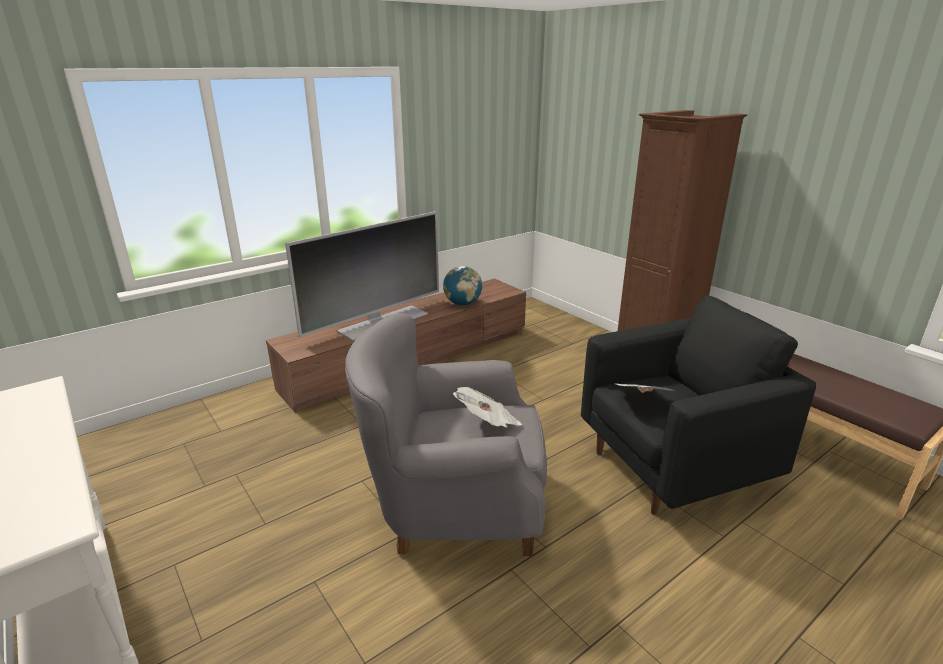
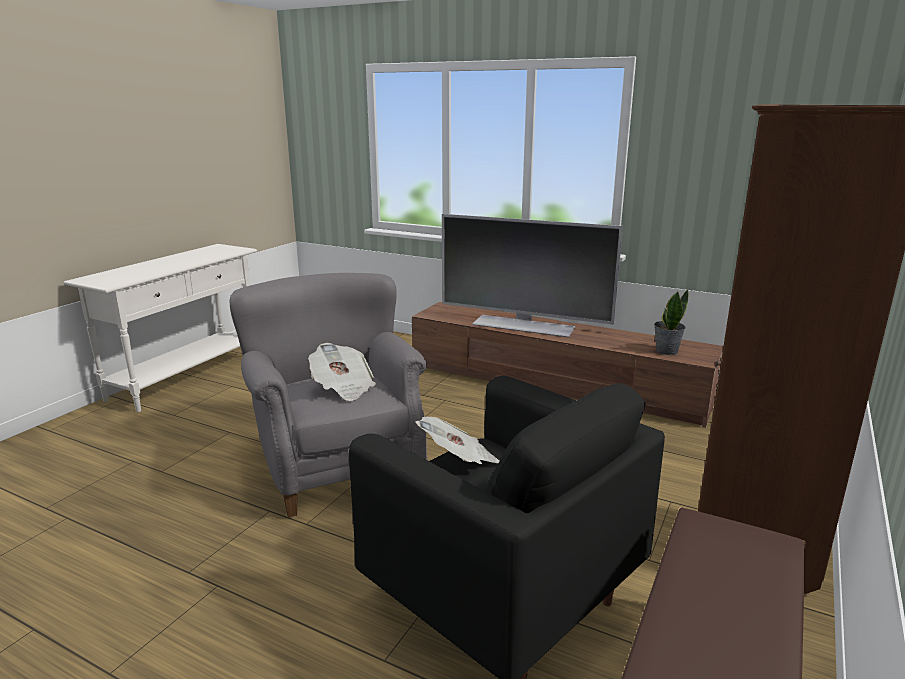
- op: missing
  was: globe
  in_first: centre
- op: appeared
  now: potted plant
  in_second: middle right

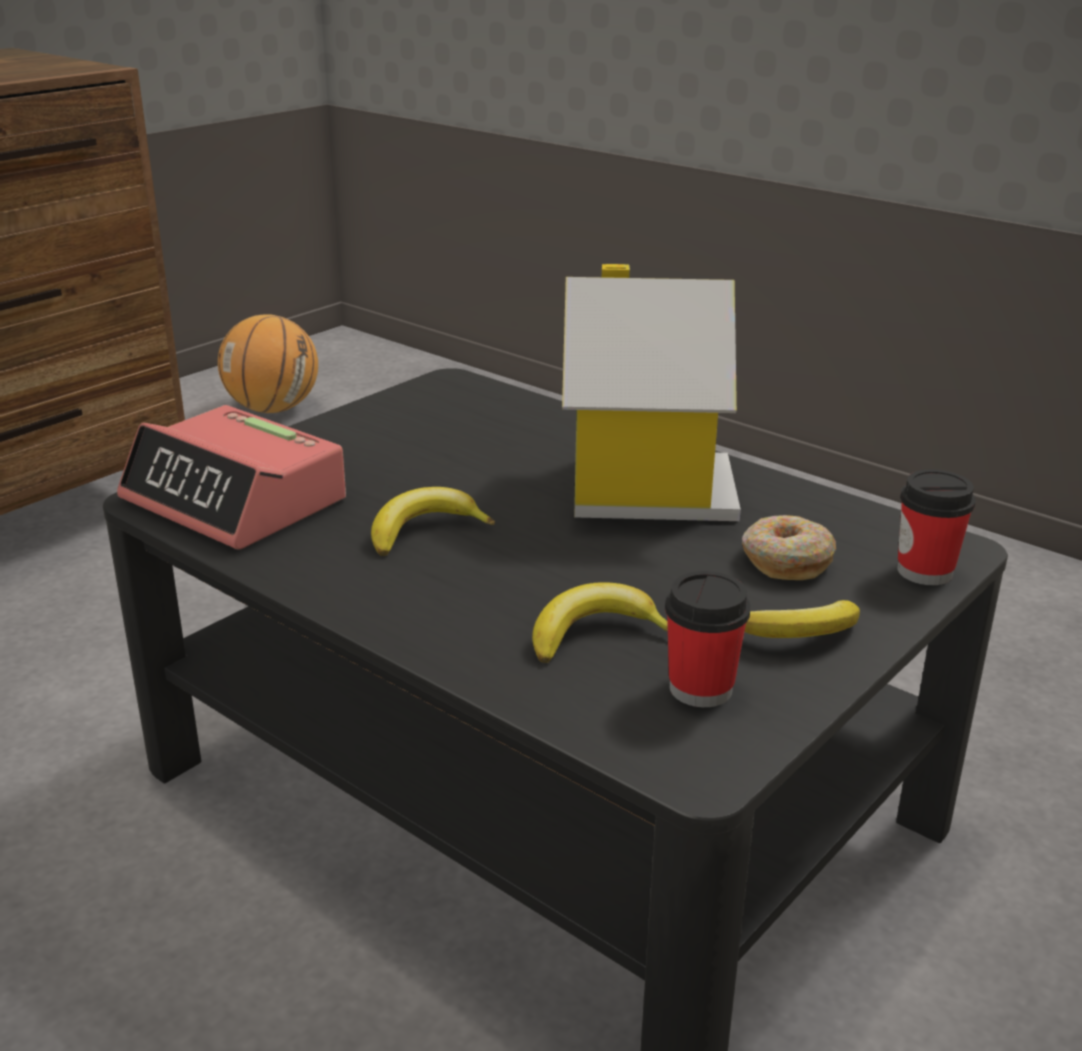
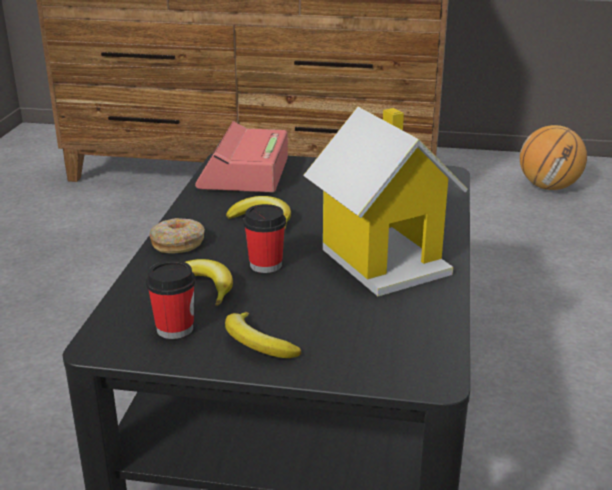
- op: relocated
  was: donut
  in_first: middle right
  in_second: middle left
- op: relocated
  was: cup (no. 2 from left)
  in_first: middle right
  in_second: centre

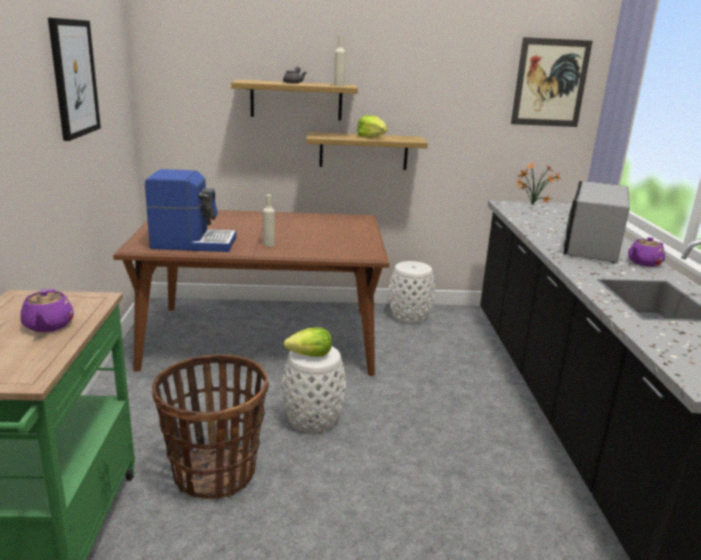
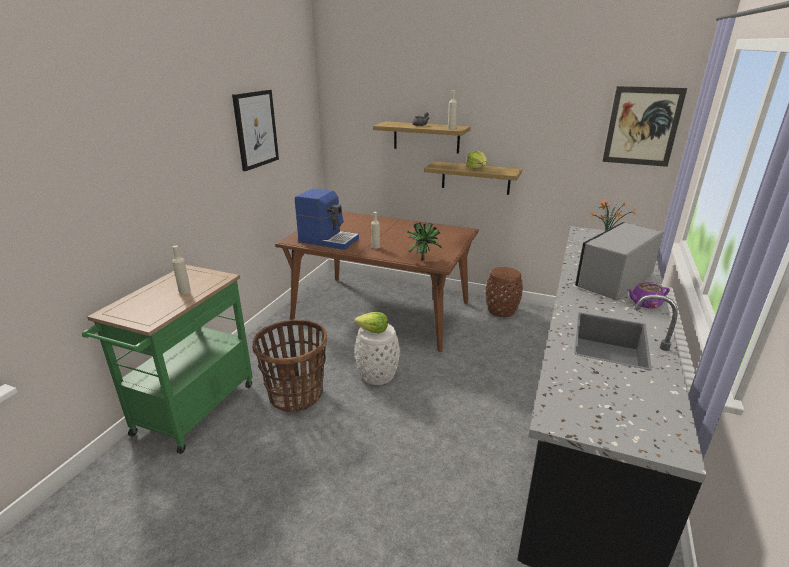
- op: exchanged
  was: teapot (purple) (no. 1 from left)
  now: bottle (beige) (no. 1 from left)
  in_first: middle left
  in_second: middle left
- op: colour
  was: stool (white) (no. 2 from left)
  now: stool (brown)
  in_first: centre
  in_second: centre
- op: appeared
  now: potted plant (no. 1 from left)
  in_second: centre

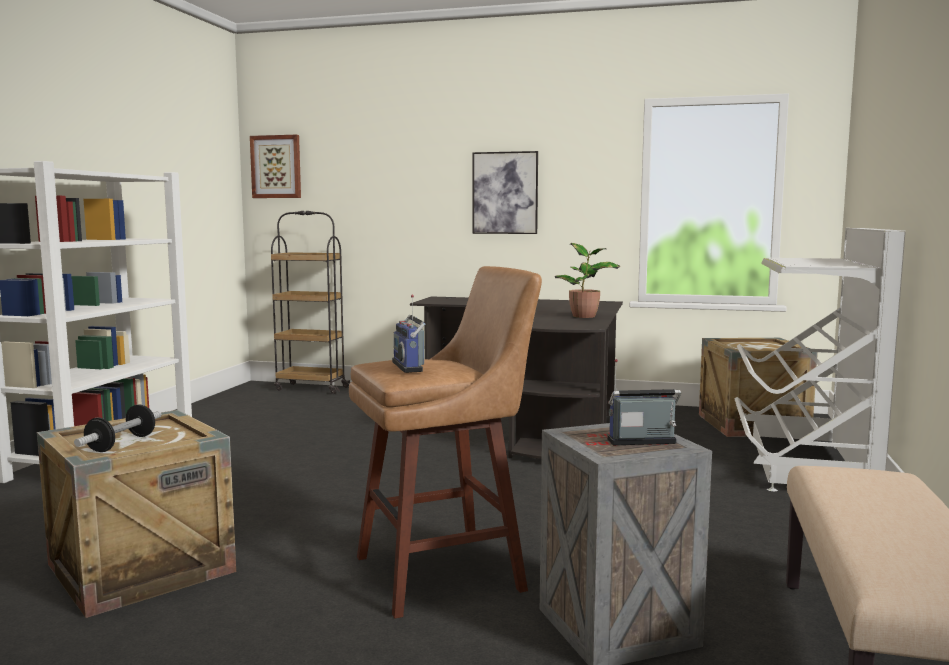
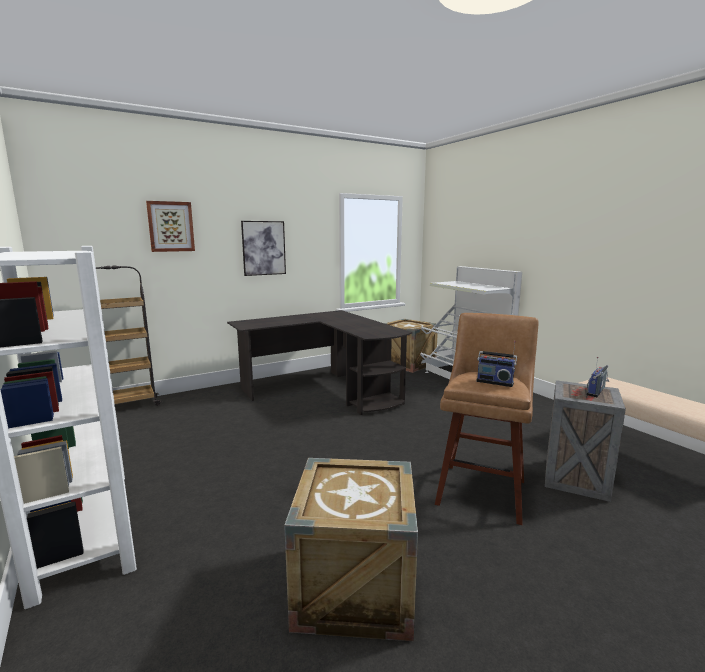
- op: missing
  was: dumbbell
  in_first: middle left
- op: relocated
  was: picture (no. 1 from left)
  in_first: top left
  in_second: middle left
- op: missing
  was: potted plant
  in_first: centre

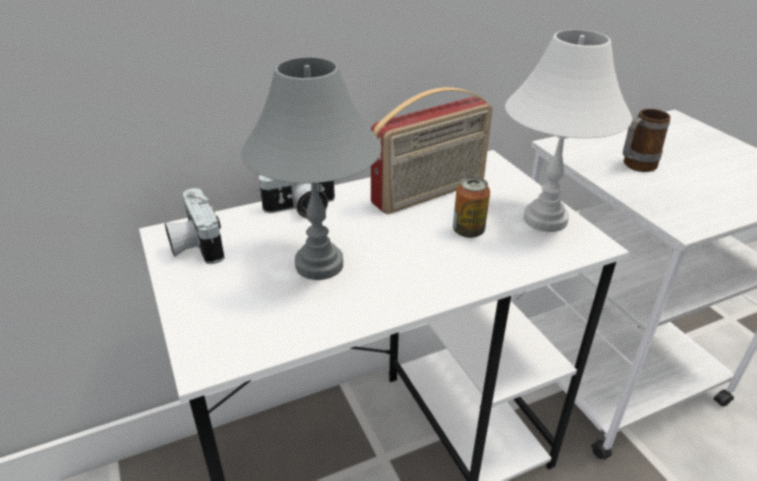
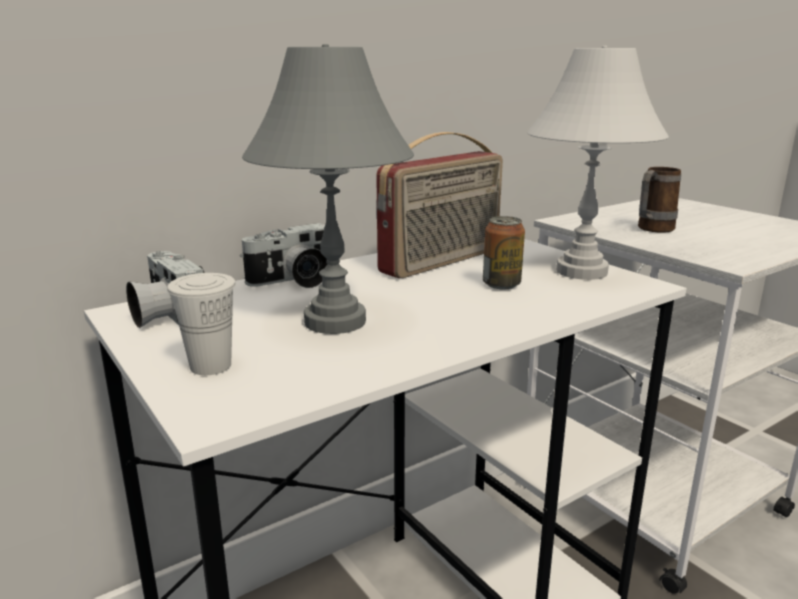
- op: appeared
  now: cup (white)
  in_second: middle left

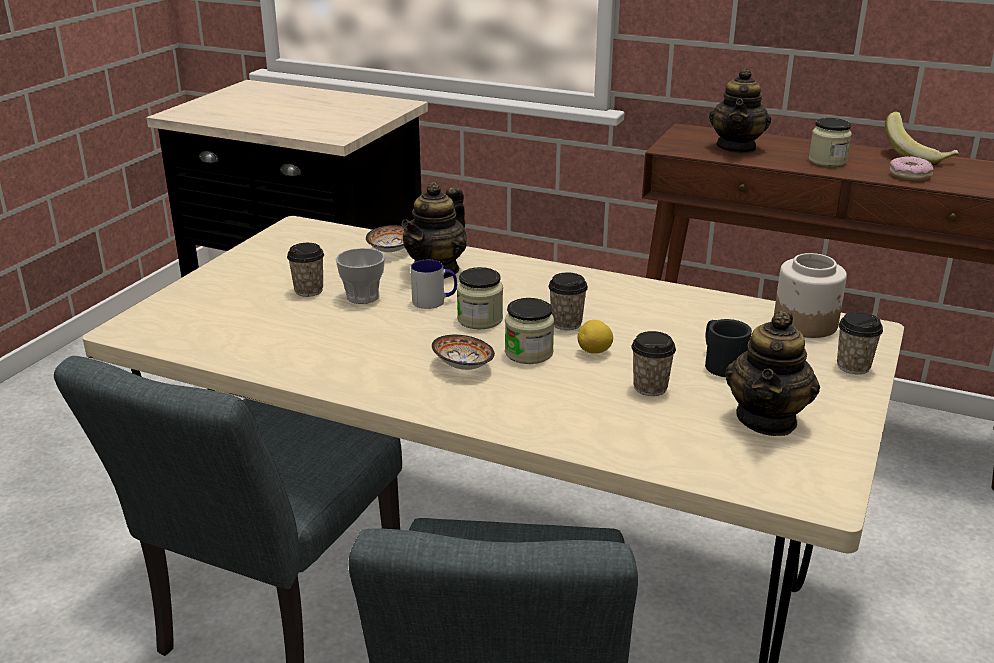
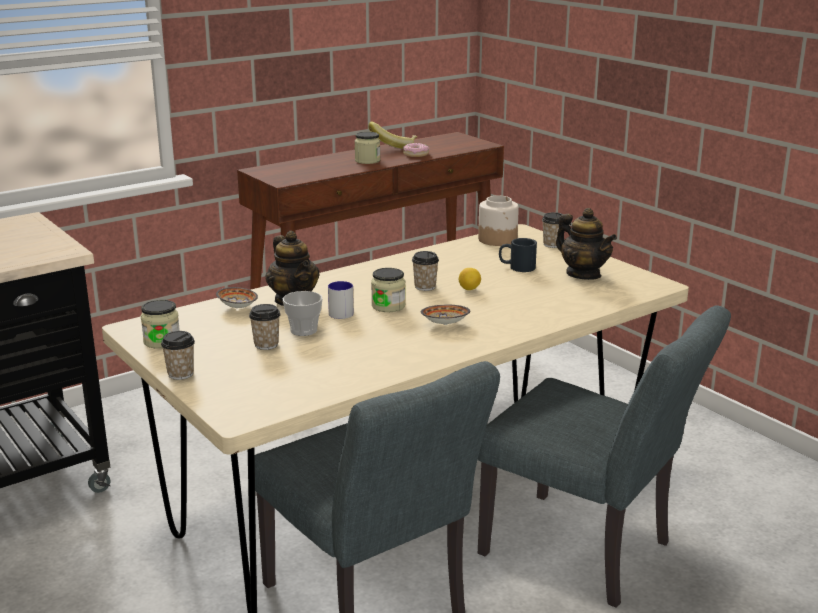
- op: relocated
  was: jar (no. 2 from left in the first image)
  now: jar (no. 1 from left)
  in_first: centre
  in_second: middle left
- op: relocated
  was: cup (no. 4 from left in the first image)
  now: cup (no. 1 from left)
  in_first: centre
  in_second: middle left
- op: missing
  was: teapot (no. 2 from left)
  in_first: top right

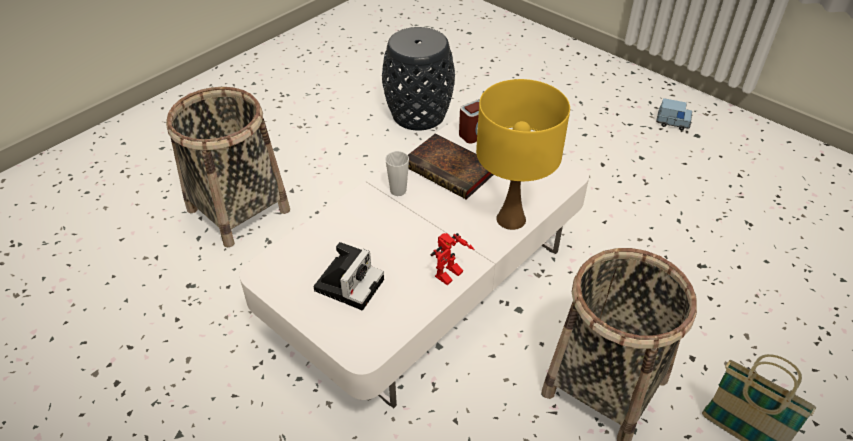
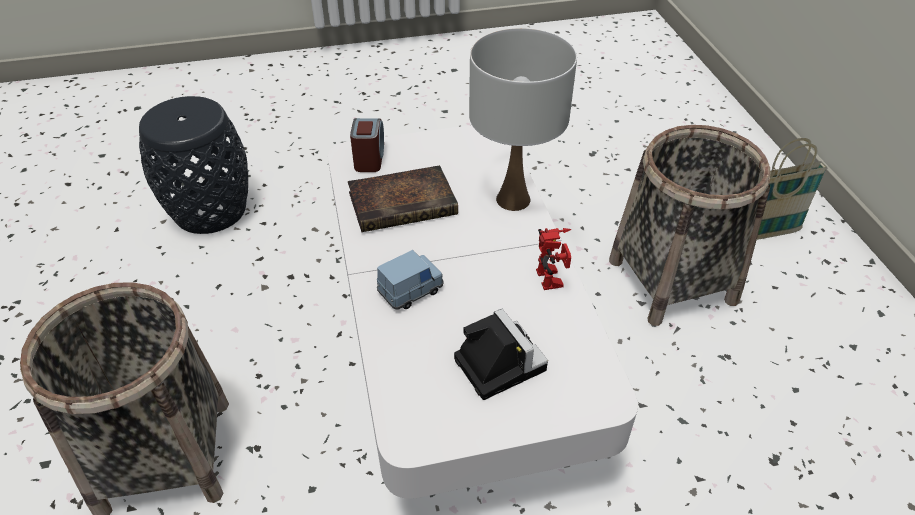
- op: missing
  was: cup
  in_first: centre
- op: colour
  was: table lamp (yellow)
  now: table lamp (white)
  in_first: centre
  in_second: top centre
- op: relocated
  was: toy car (blue)
  in_first: top right
  in_second: centre

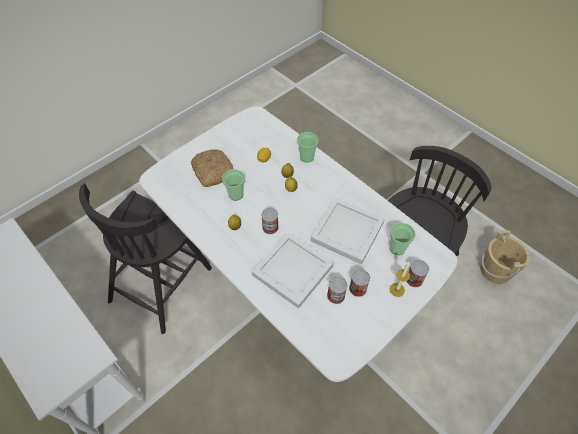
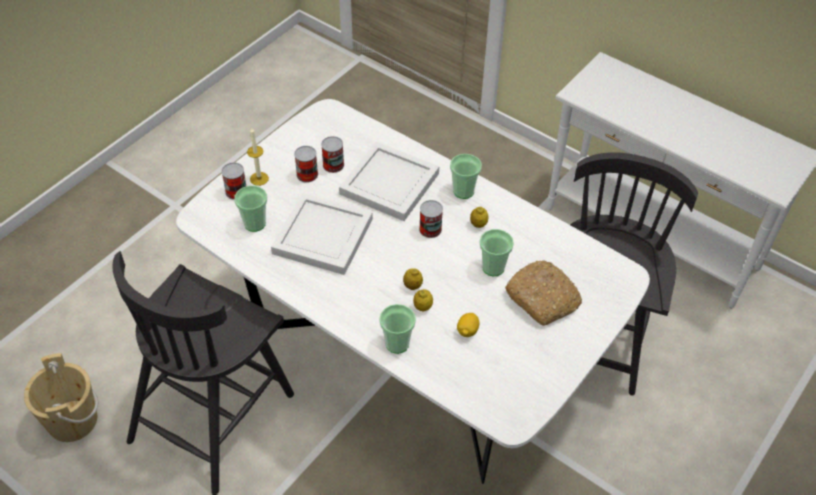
- op: appeared
  now: cup (no. 3 from left)
  in_second: centre

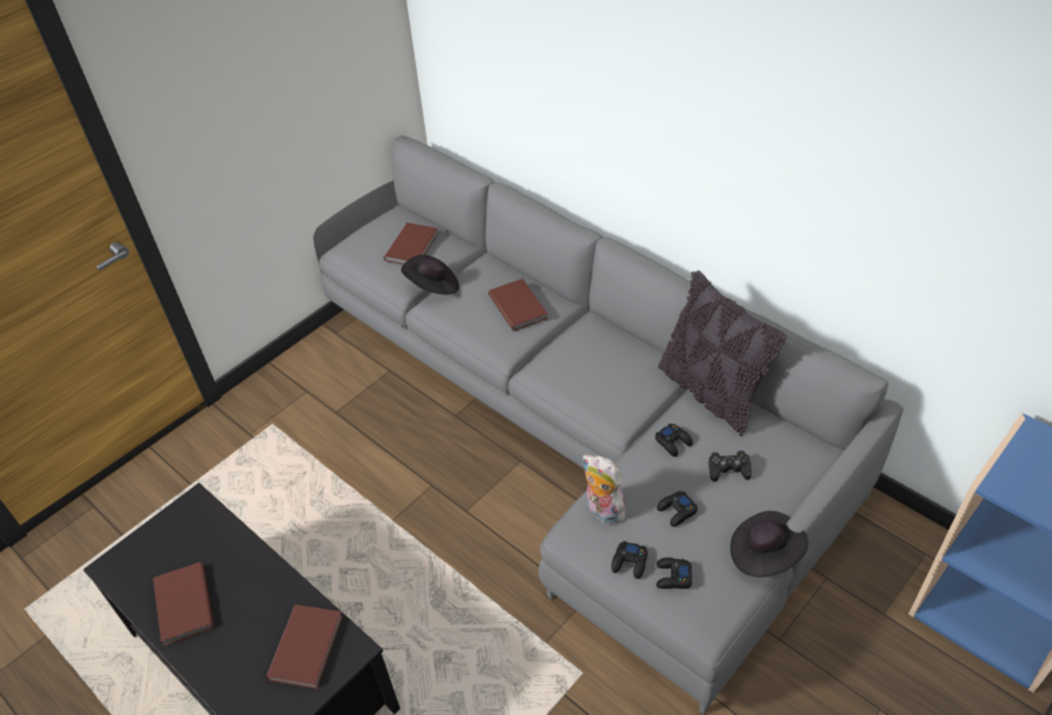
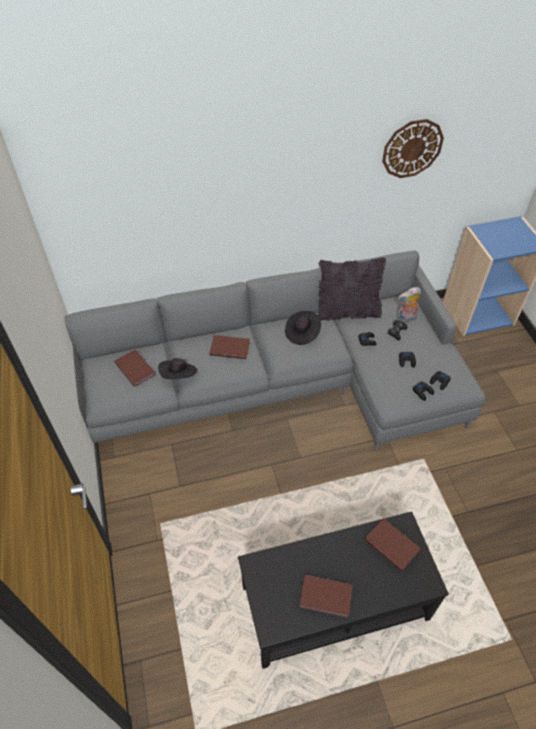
- op: relocated
  was: plush toy
  in_first: bottom centre
  in_second: middle right
- op: relocated
  was: hat (black) (no. 2 from left)
  in_first: bottom right
  in_second: centre
- op: appeared
  now: wall clock
  in_second: top right

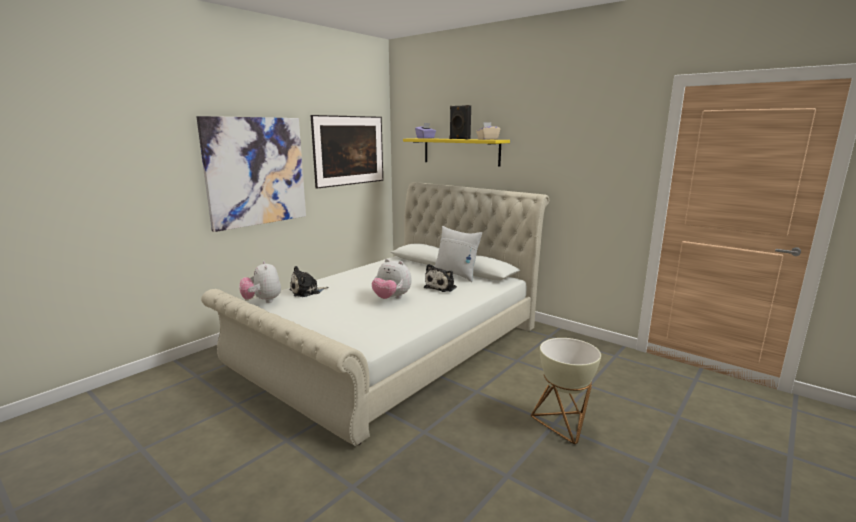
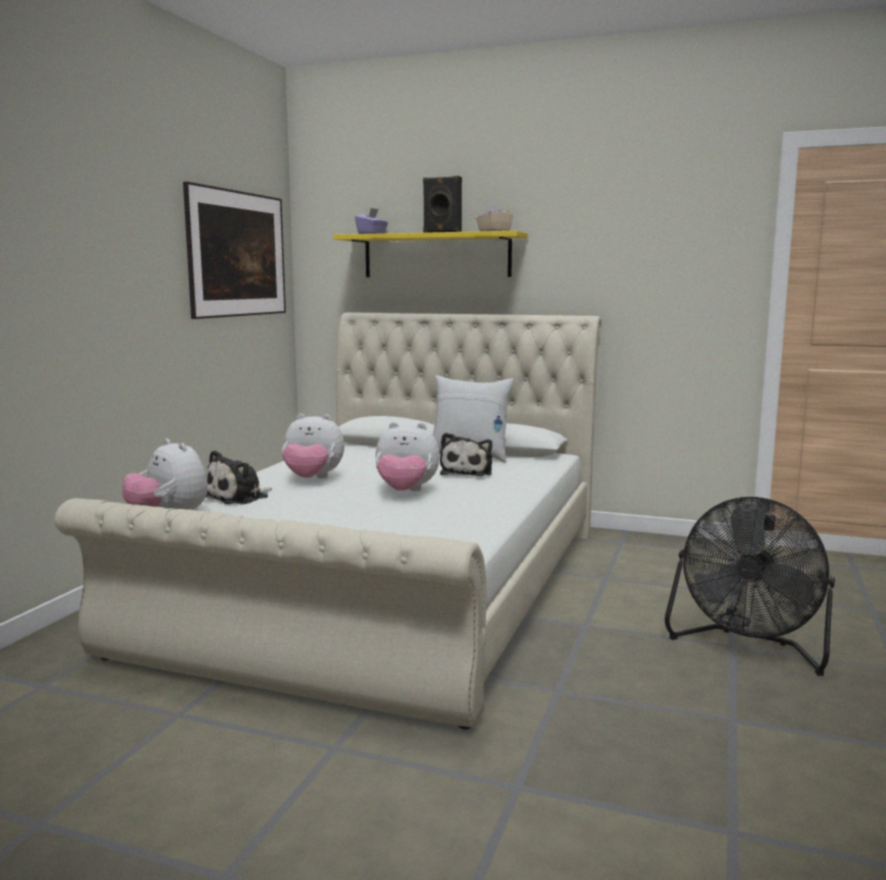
- op: missing
  was: picture (no. 1 from left)
  in_first: middle left
- op: exchanged
  was: planter
  now: fan (black)
  in_first: bottom centre
  in_second: middle right
- op: appeared
  now: plush toy (no. 3 from left)
  in_second: centre

